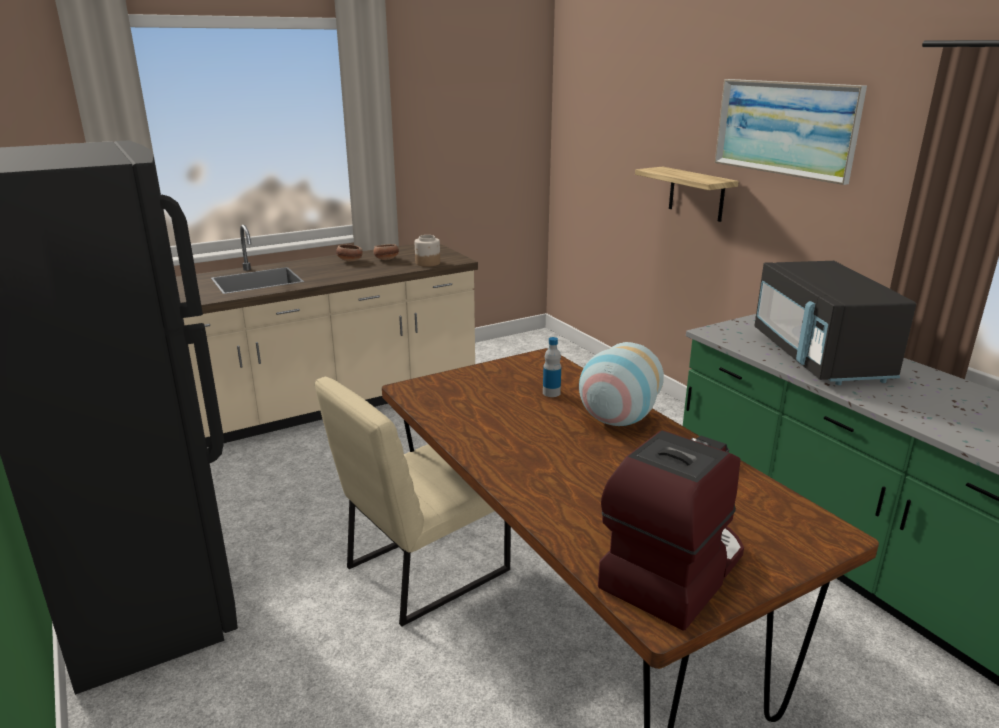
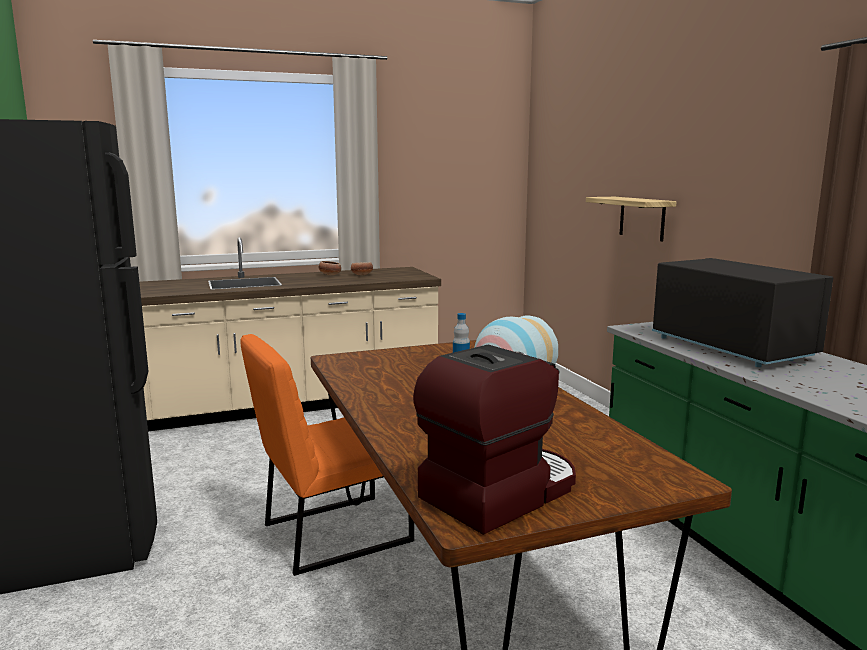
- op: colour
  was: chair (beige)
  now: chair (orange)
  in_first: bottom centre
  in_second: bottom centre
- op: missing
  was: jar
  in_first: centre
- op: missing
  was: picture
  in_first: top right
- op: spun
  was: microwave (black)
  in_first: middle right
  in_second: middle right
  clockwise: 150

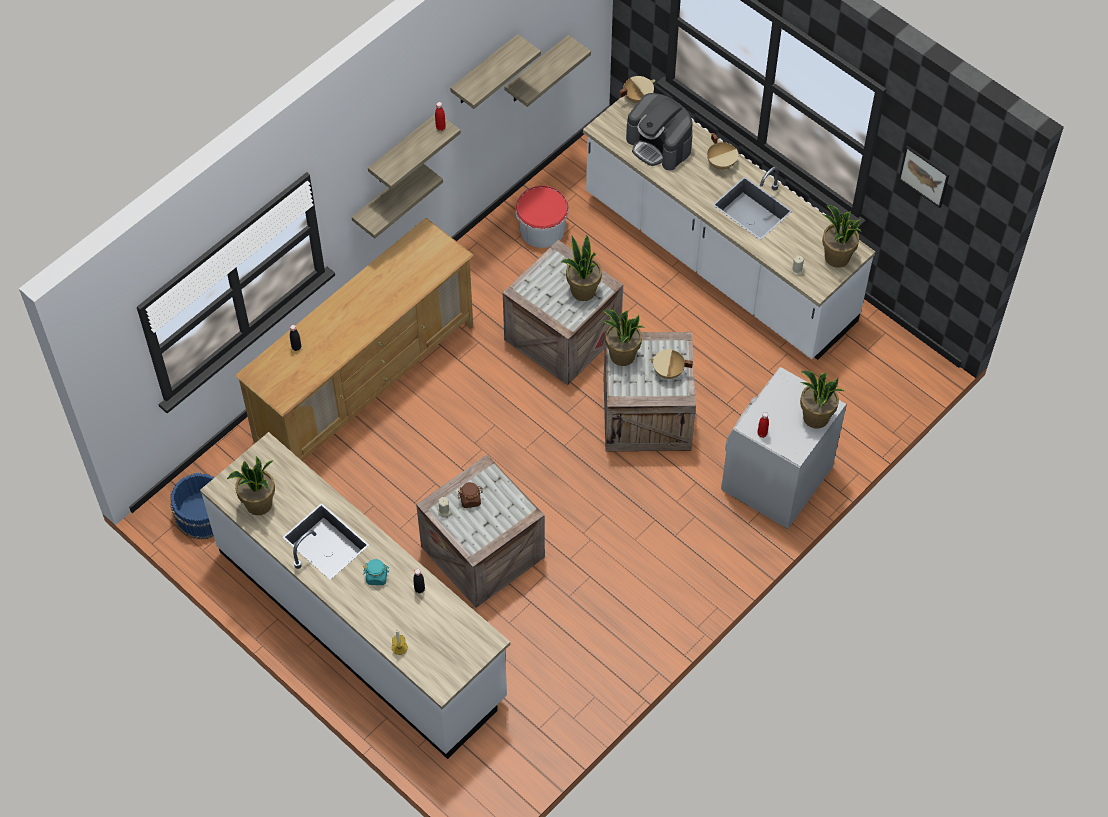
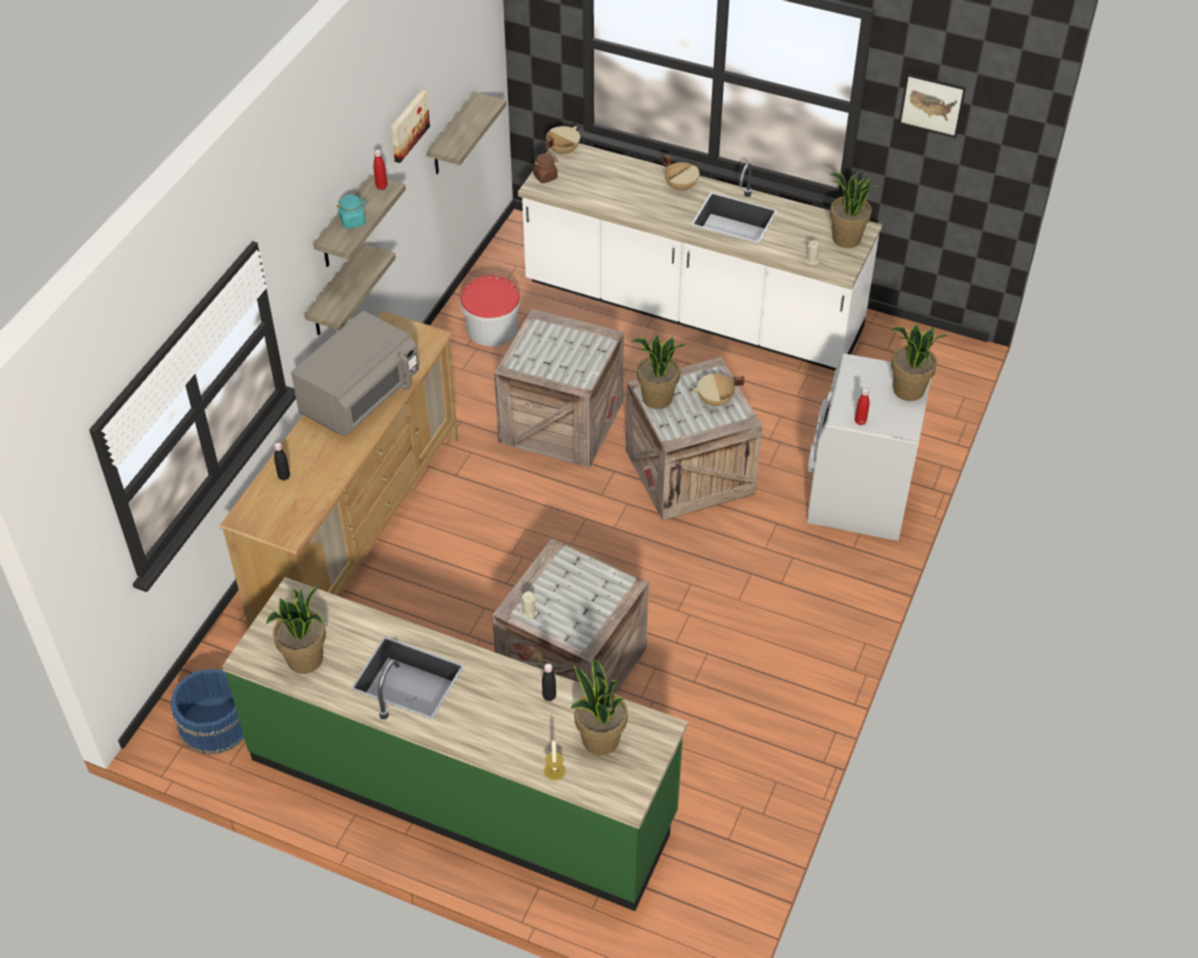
- op: colour
  was: counter (white) (no. 1 from left)
  now: counter (green)
  in_first: bottom left
  in_second: bottom centre
- op: relocated
  was: jar (turquoise)
  in_first: bottom centre
  in_second: top left
- op: exchanged
  was: shelf (no. 3 from left)
  now: picture (no. 1 from left)
  in_first: top centre
  in_second: top centre
- op: relocated
  was: jar (brown)
  in_first: centre
  in_second: top centre
- op: relocated
  was: potted plant (no. 2 from left)
  in_first: top centre
  in_second: bottom centre
- op: missing
  was: coffee machine
  in_first: top centre
- op: appeared
  now: microwave (grey)
  in_second: middle left

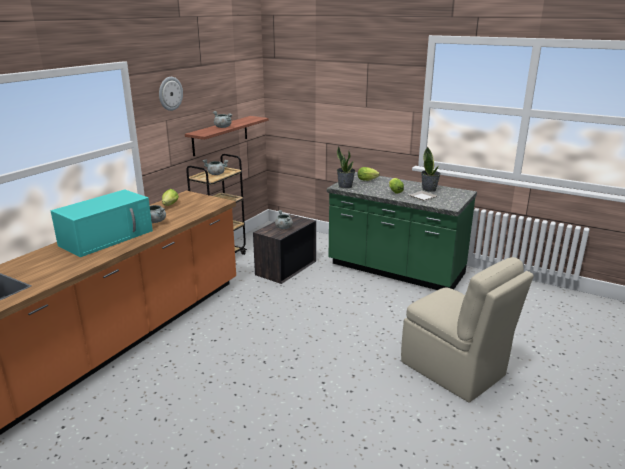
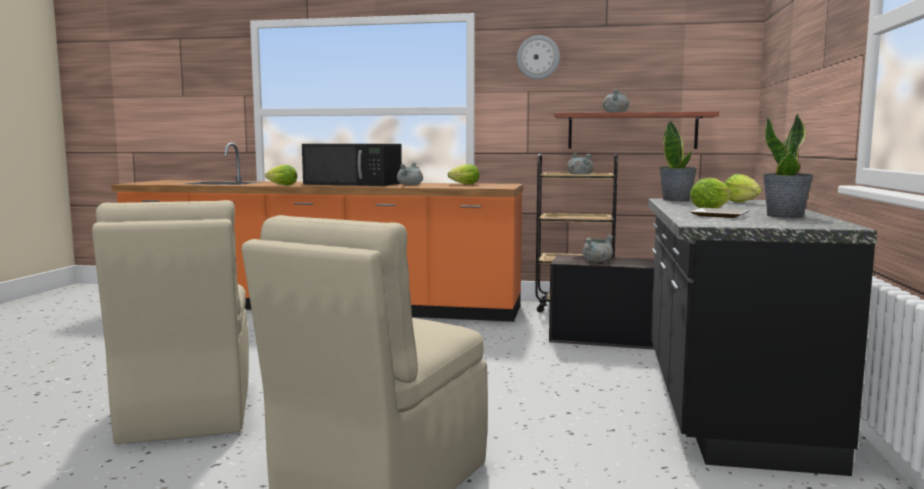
- op: colour
  was: microwave (turquoise)
  now: microwave (black)
  in_first: middle left
  in_second: centre
- op: colour
  was: counter (green)
  now: counter (black)
  in_first: centre
  in_second: bottom right
- op: appeared
  now: chair (beige) (no. 1 from left)
  in_second: middle left
- op: appeared
  now: lettuce (no. 1 from left)
  in_second: middle left

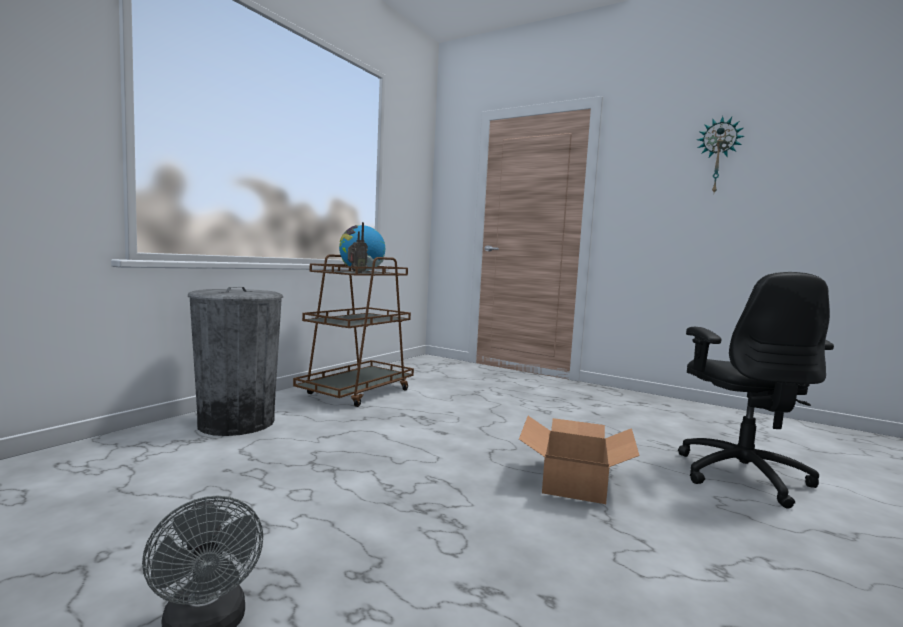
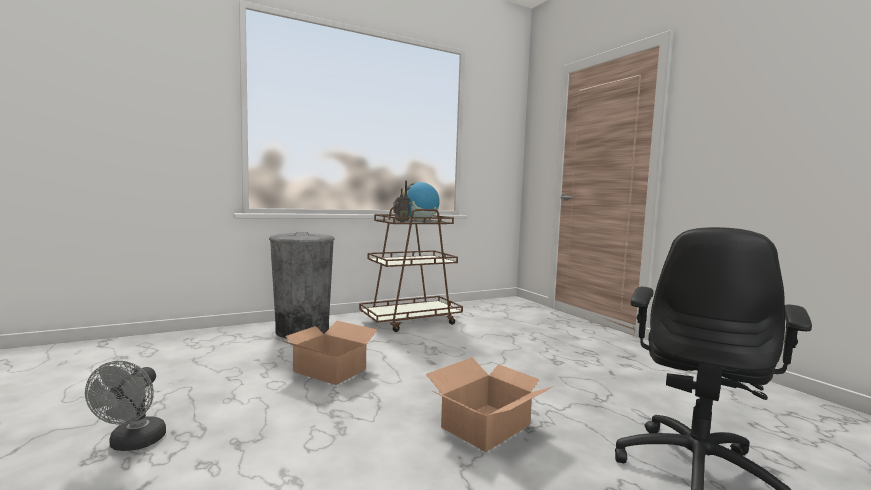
- op: missing
  was: wall clock
  in_first: top right
- op: appeared
  now: cardboard box (no. 1 from left)
  in_second: bottom centre

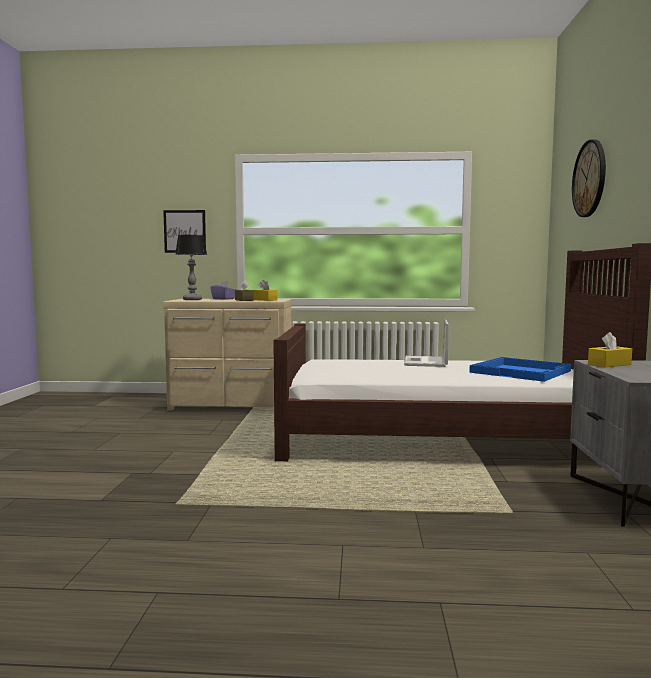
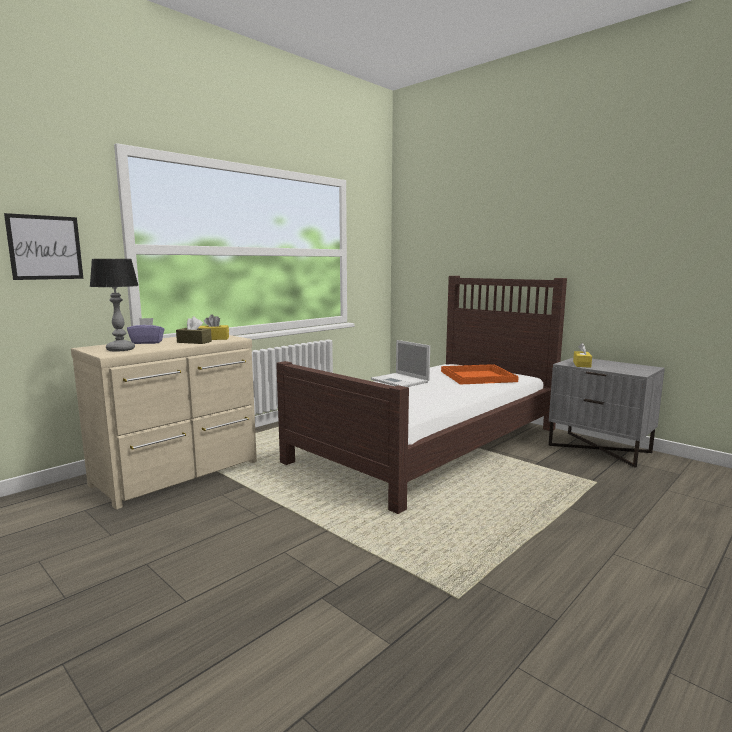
- op: colour
  was: tray (blue)
  now: tray (orange)
  in_first: middle right
  in_second: centre
- op: missing
  was: wall clock
  in_first: top right

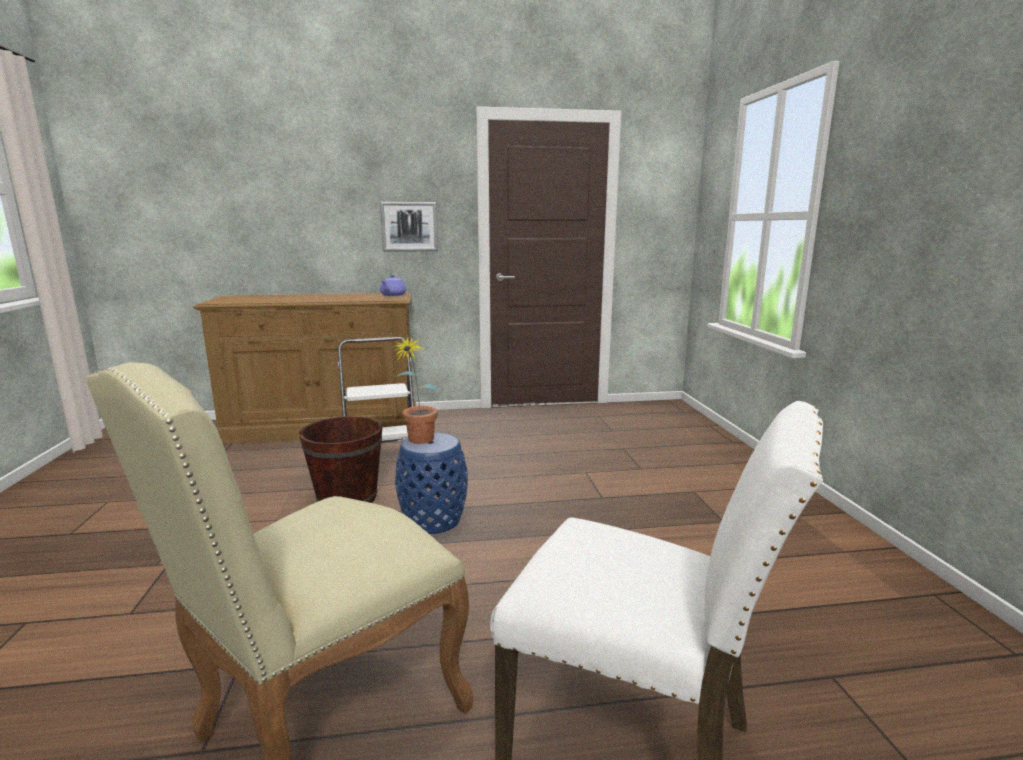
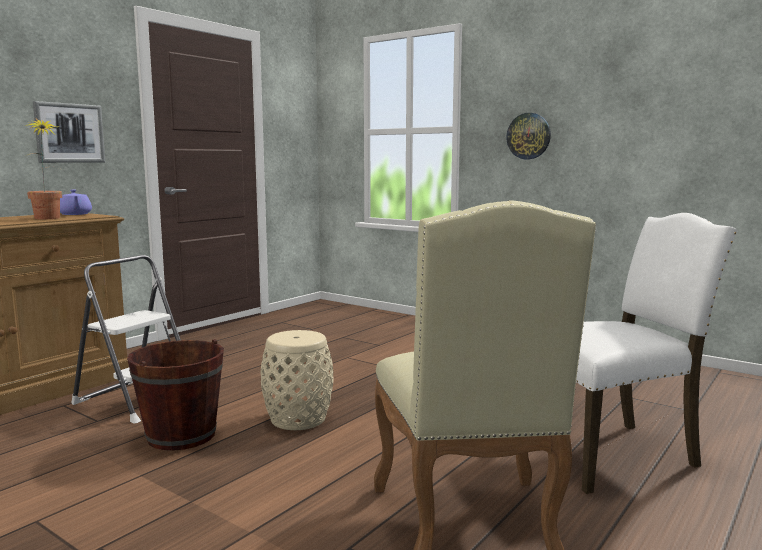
- op: relocated
  was: potted plant
  in_first: centre
  in_second: top left
- op: colour
  was: stool (blue)
  now: stool (beige)
  in_first: centre
  in_second: bottom centre
- op: appeared
  now: wall clock
  in_second: top right

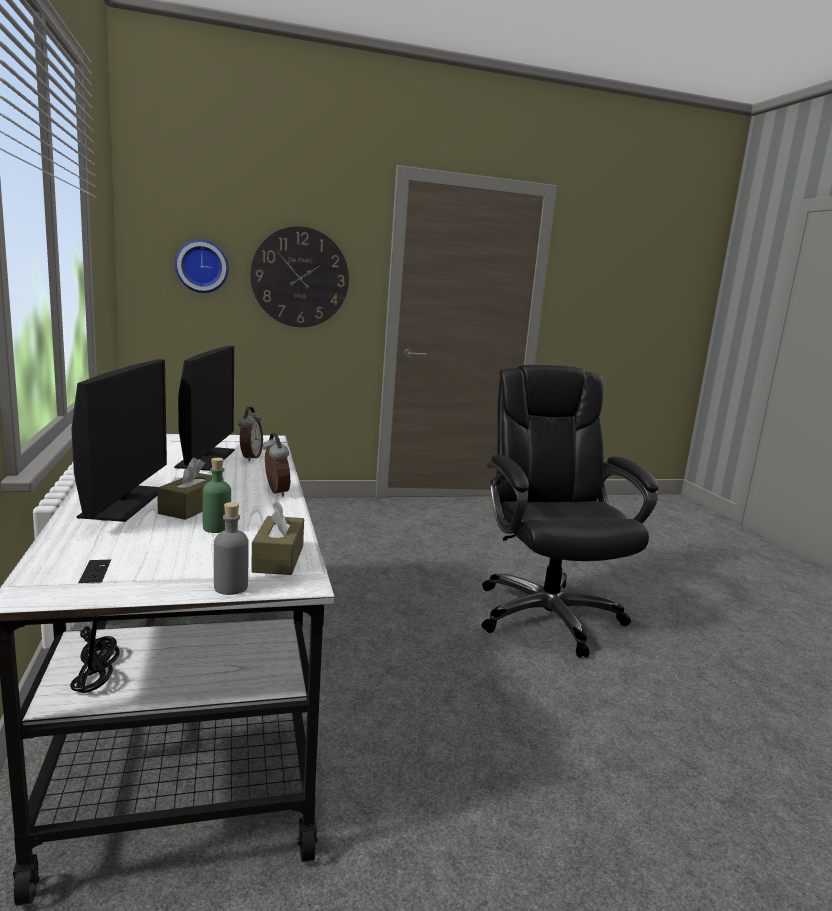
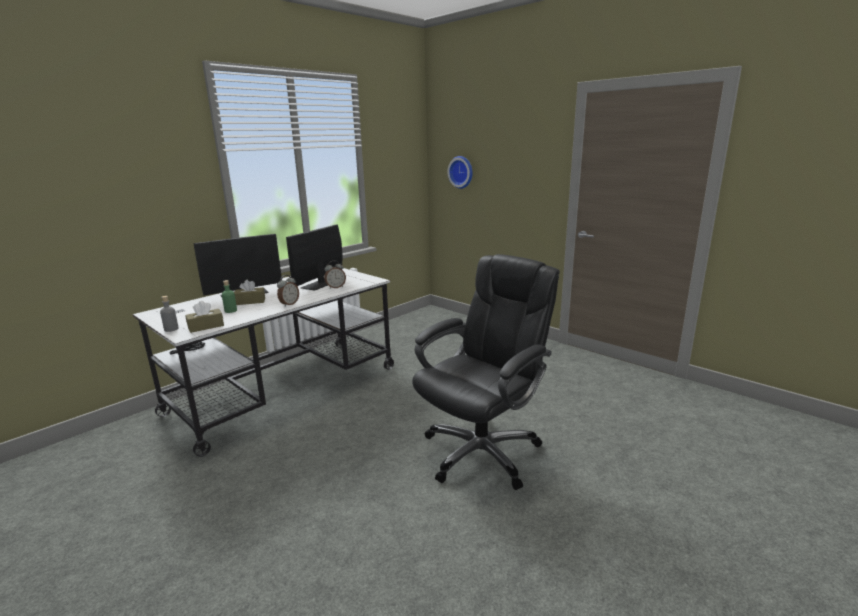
- op: spun
  was: monitor (no. 2 from left)
  in_first: middle left
  in_second: centre
  clockwise: 150
- op: missing
  was: wall clock (no. 2 from left)
  in_first: top centre

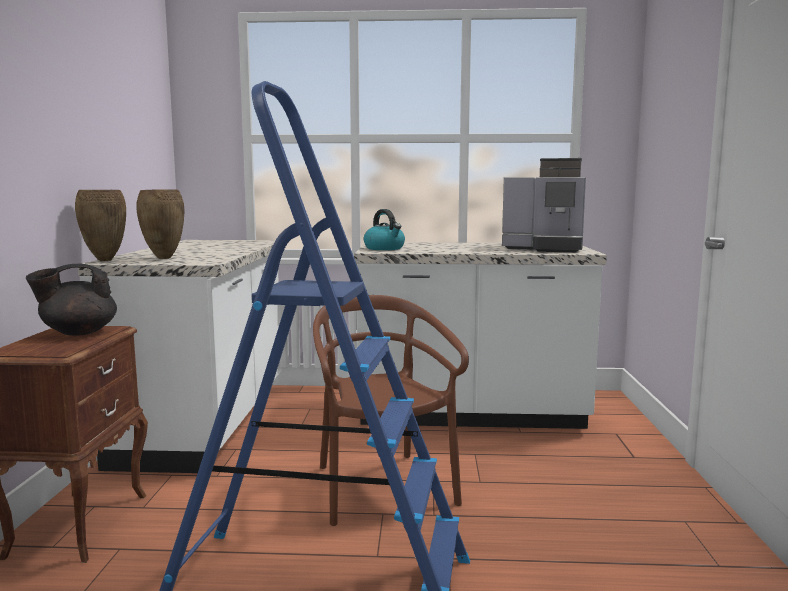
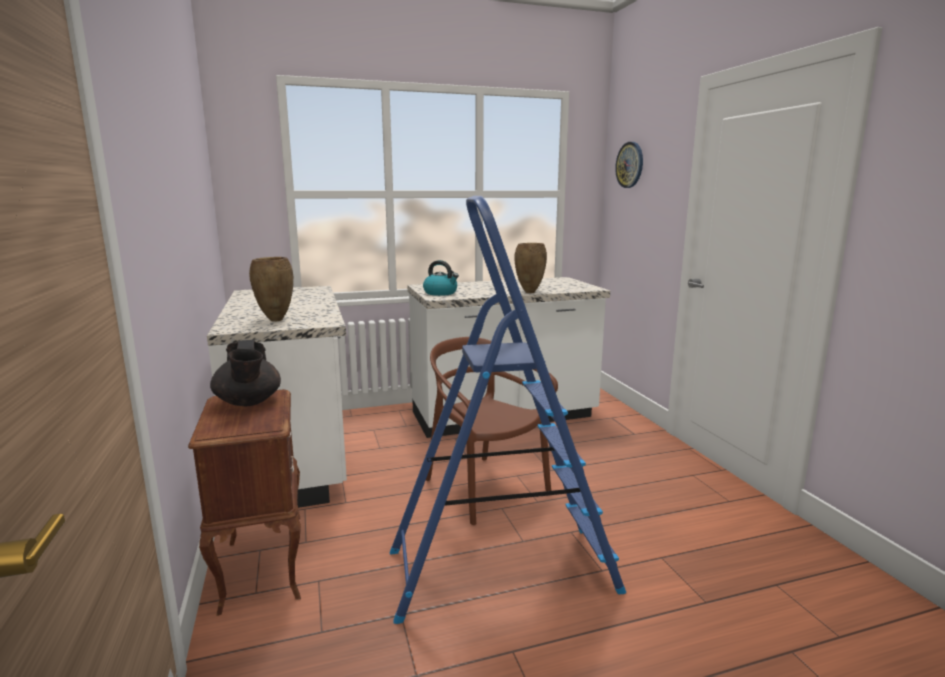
- op: spun
  was: teapot (black)
  in_first: middle left
  in_second: middle left
  clockwise: -60
- op: relocated
  was: vase (brown) (no. 1 from left in the first image)
  now: vase (brown) (no. 2 from left)
  in_first: middle left
  in_second: centre
- op: missing
  was: coffee machine
  in_first: middle right
- op: appeared
  now: wall clock
  in_second: top centre

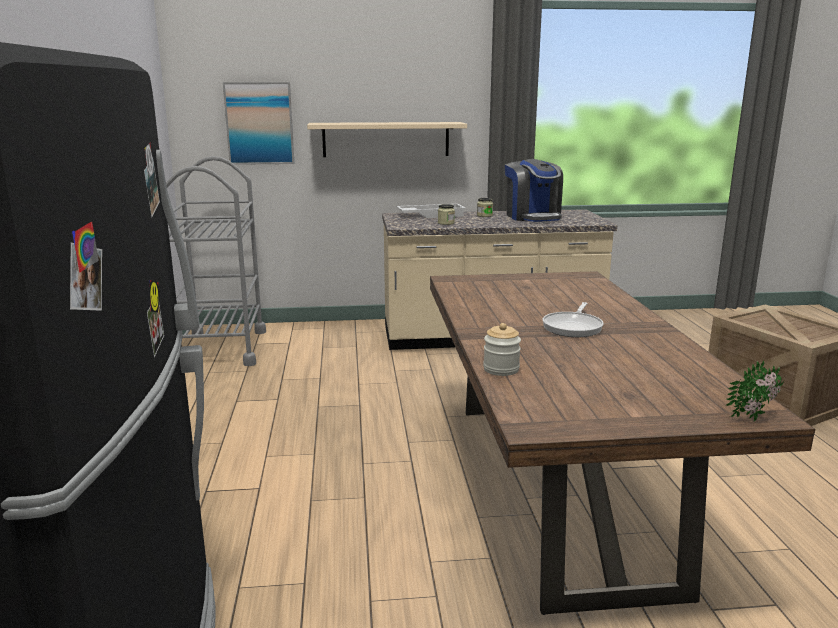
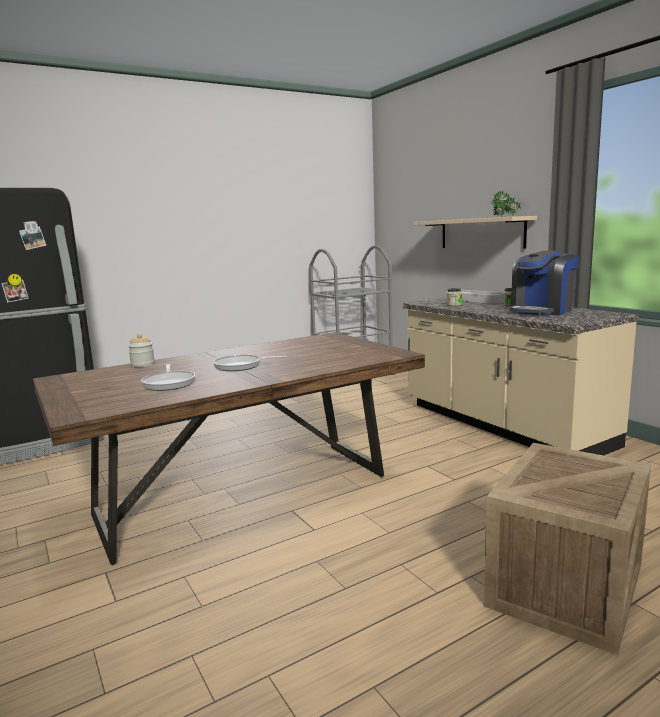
- op: missing
  was: picture
  in_first: top left
- op: relocated
  was: potted plant
  in_first: middle right
  in_second: top right
- op: appeared
  now: frying pan (no. 1 from left)
  in_second: middle left

